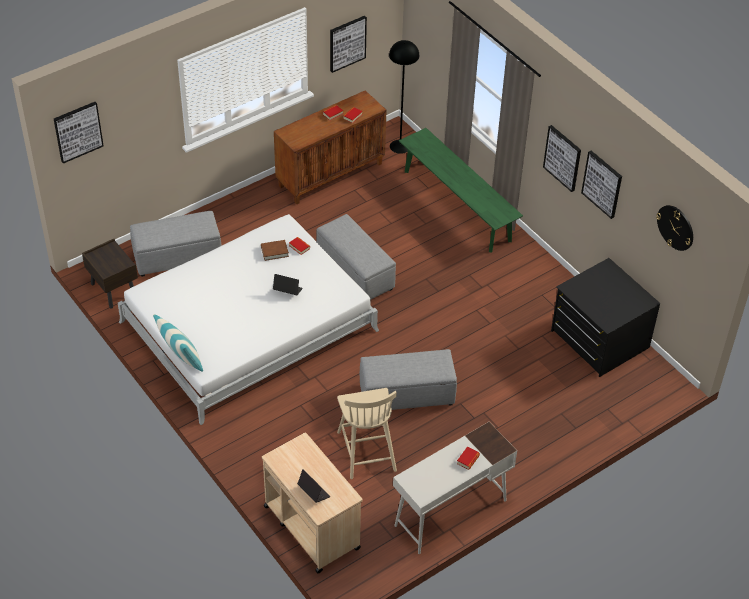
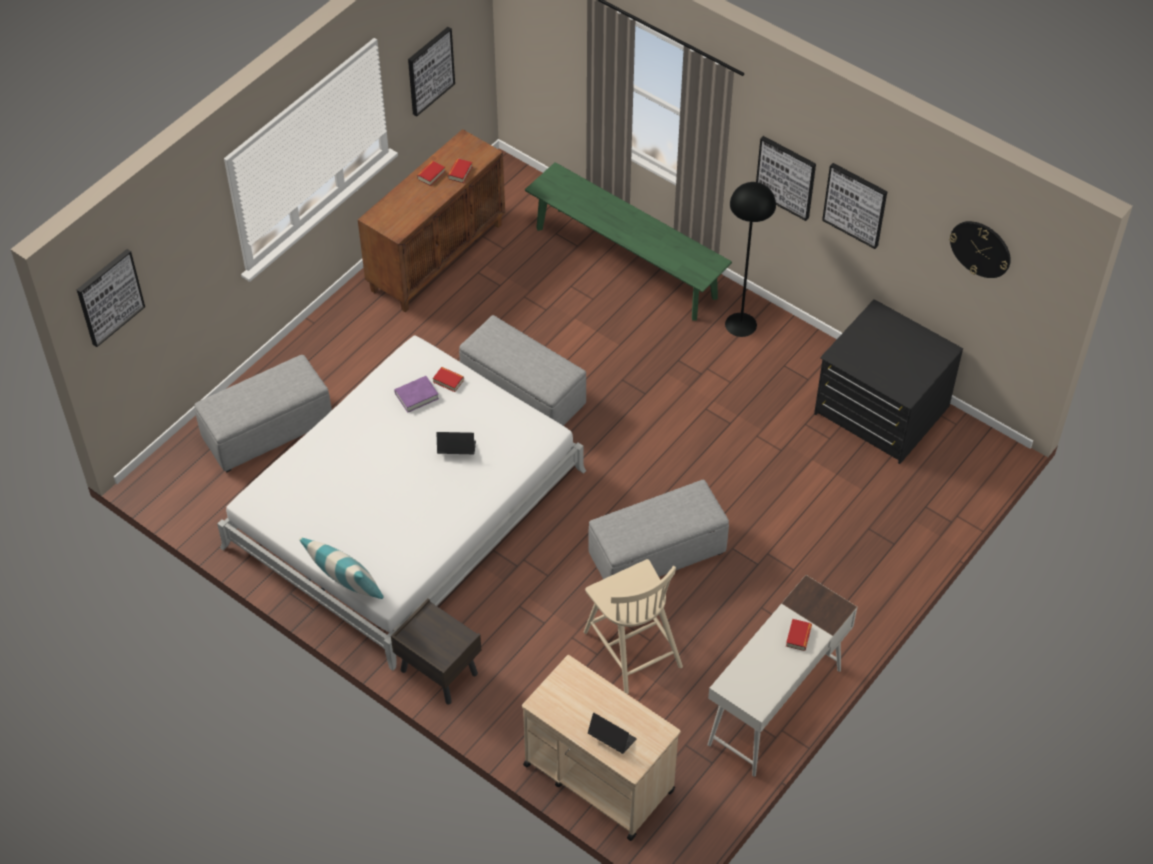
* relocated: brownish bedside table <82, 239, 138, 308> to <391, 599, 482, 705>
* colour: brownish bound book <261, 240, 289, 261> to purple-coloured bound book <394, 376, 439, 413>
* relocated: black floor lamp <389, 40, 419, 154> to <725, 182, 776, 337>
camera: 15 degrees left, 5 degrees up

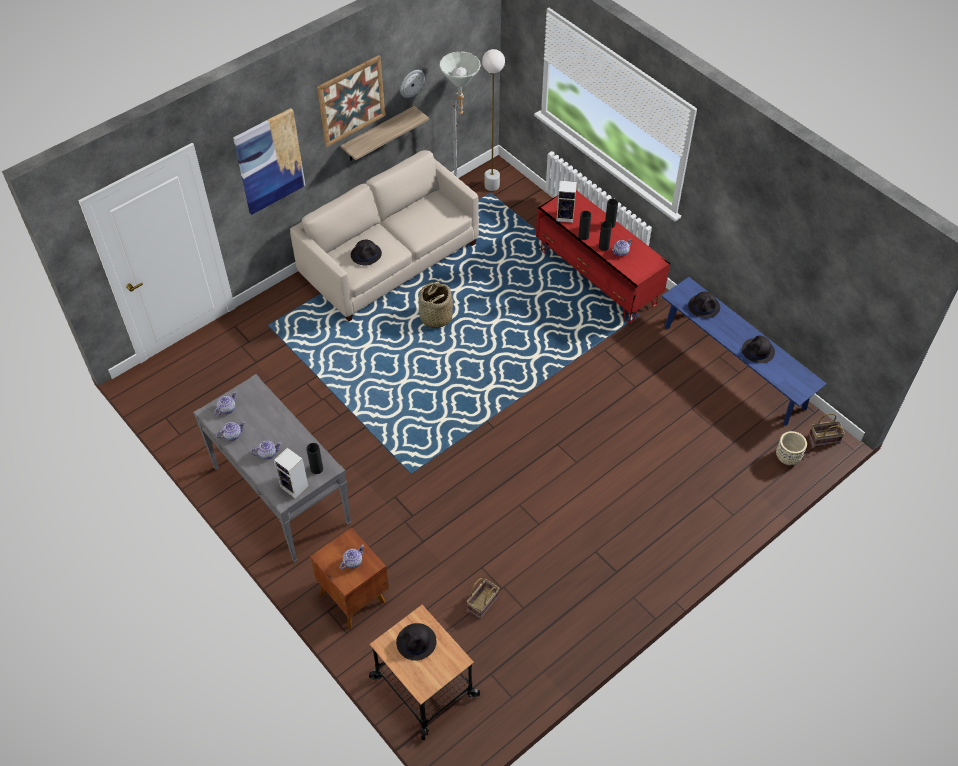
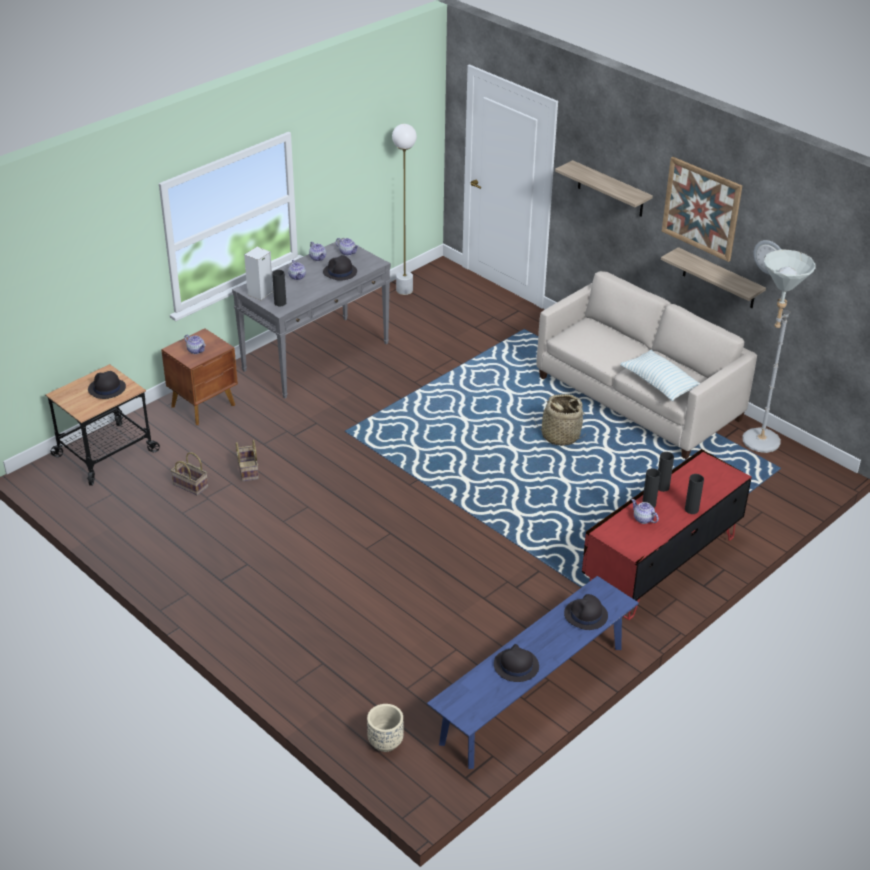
* exchanged: wall art <233, 108, 305, 215> to bracket shelf <555, 160, 653, 217>
* relocated: black wearable hat <351, 240, 382, 265> to <323, 255, 357, 281>
* relocated: white-coloured floor lamp <482, 49, 505, 191> to <392, 124, 417, 295>
* missing: loudspeaker <556, 181, 577, 223>
* relocated: basket <809, 413, 845, 446> to <236, 440, 259, 482>
* appeared: throw pillow <620, 350, 700, 401>
camera: 85 degrees right, 15 degrees down

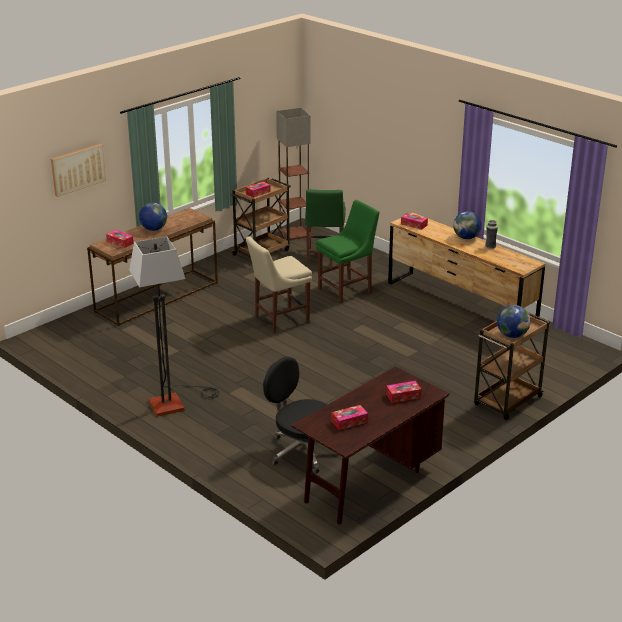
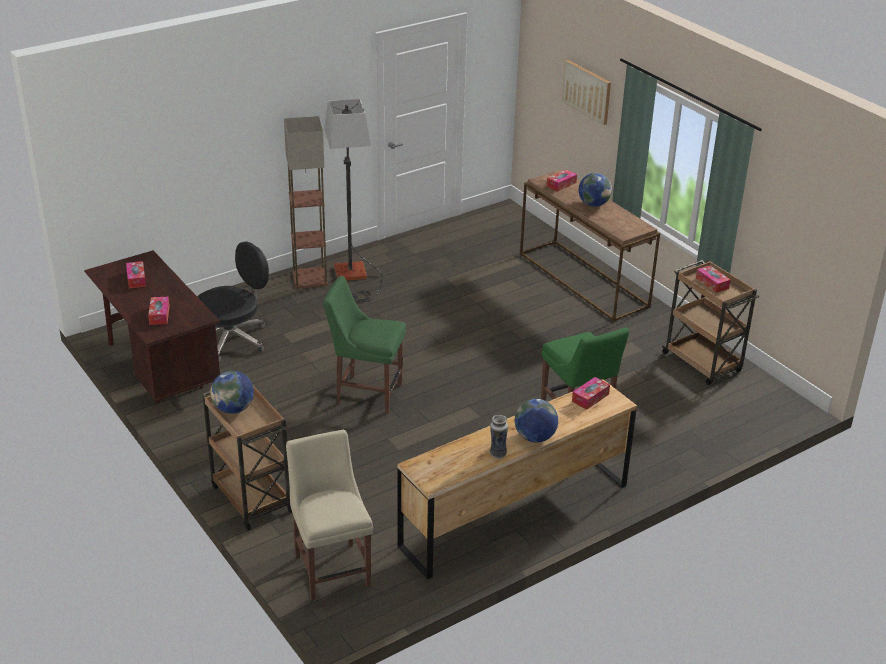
* relocated: sand-coloured upright chair <246, 236, 312, 333> to <286, 430, 374, 601>
* relocated: floor lamp <277, 108, 310, 240> to <284, 116, 328, 288>
* relocated: green upright chair <305, 189, 346, 265> to <323, 276, 406, 414>
camera: 100 degrees right, 5 degrees up

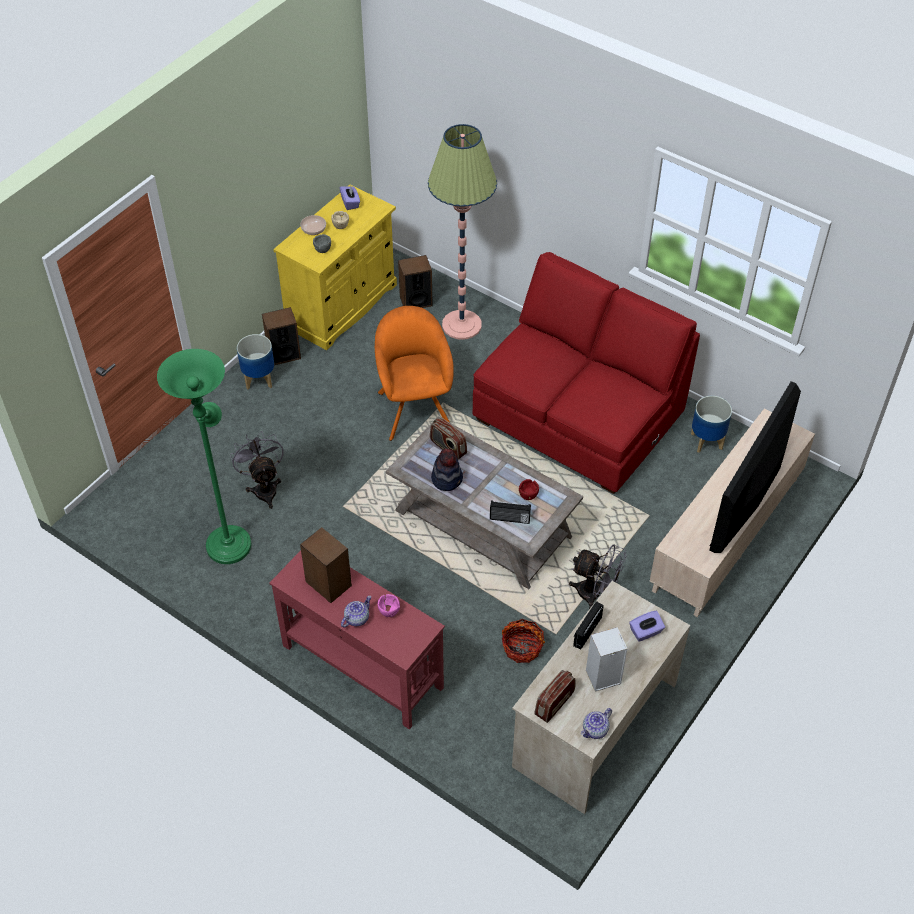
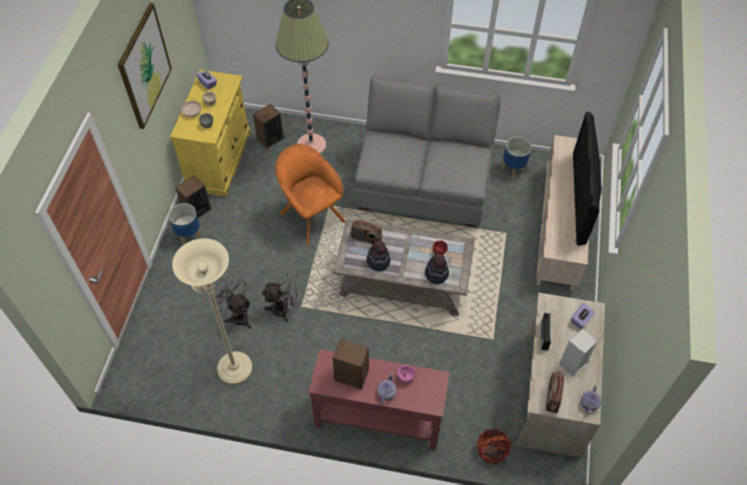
* colour: green floor lamp <157, 349, 251, 564> to sand-coloured floor lamp <172, 238, 253, 385>
* colour: red-coloured settee <473, 252, 700, 494> to greyish settee <355, 74, 501, 227>
* exchanged: radio receiver <490, 500, 531, 524> to wearable hat <425, 253, 449, 284>
* relocated: basket <502, 619, 545, 663> to <477, 429, 512, 464>
* relocated: greyish cooling fan <569, 544, 627, 608> to <262, 273, 298, 322>
* appeared: wall art <118, 3, 172, 129>
camera: 25 degrees left, 5 degrees up

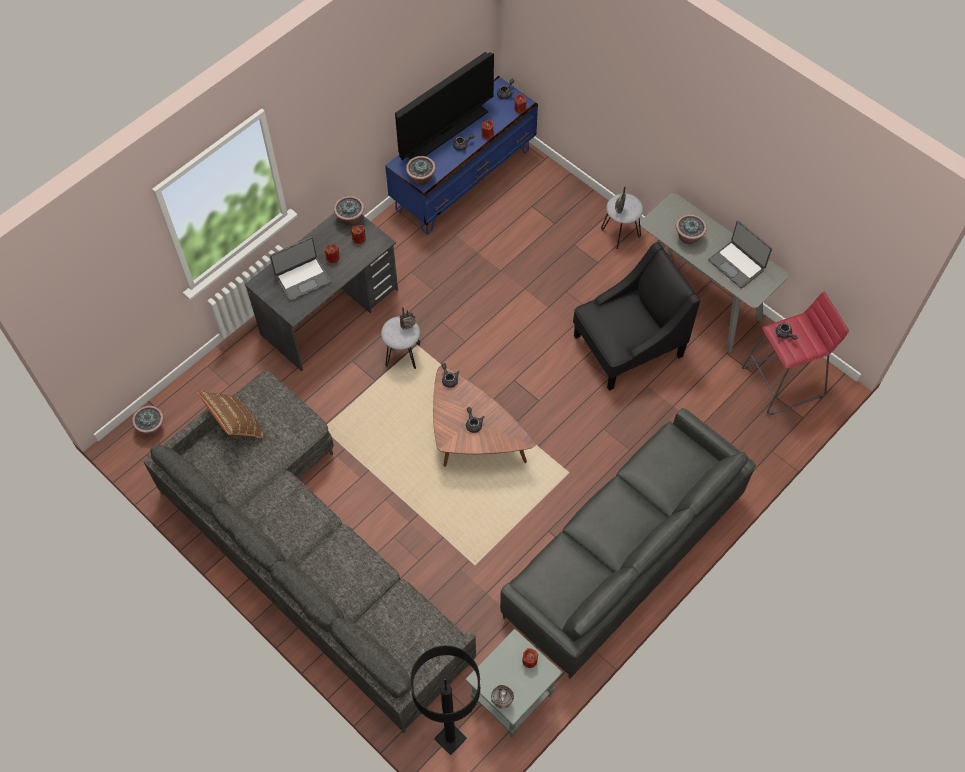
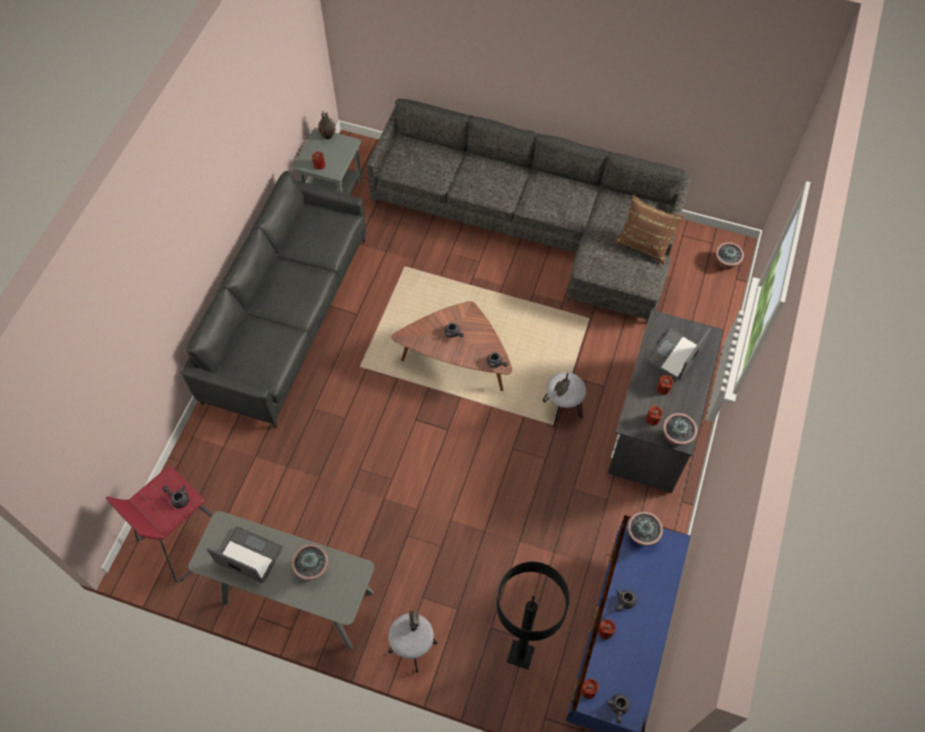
* missing: TV set <395, 52, 494, 161>
* relocated: black floor lamp <410, 645, 480, 755> to <497, 562, 570, 670>
* missing: black lounge chair <573, 242, 700, 391>
camera: 155 degrees right, 0 degrees up

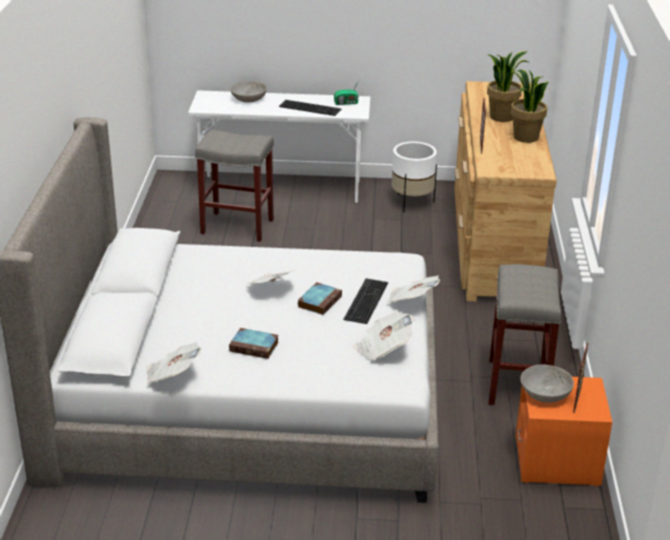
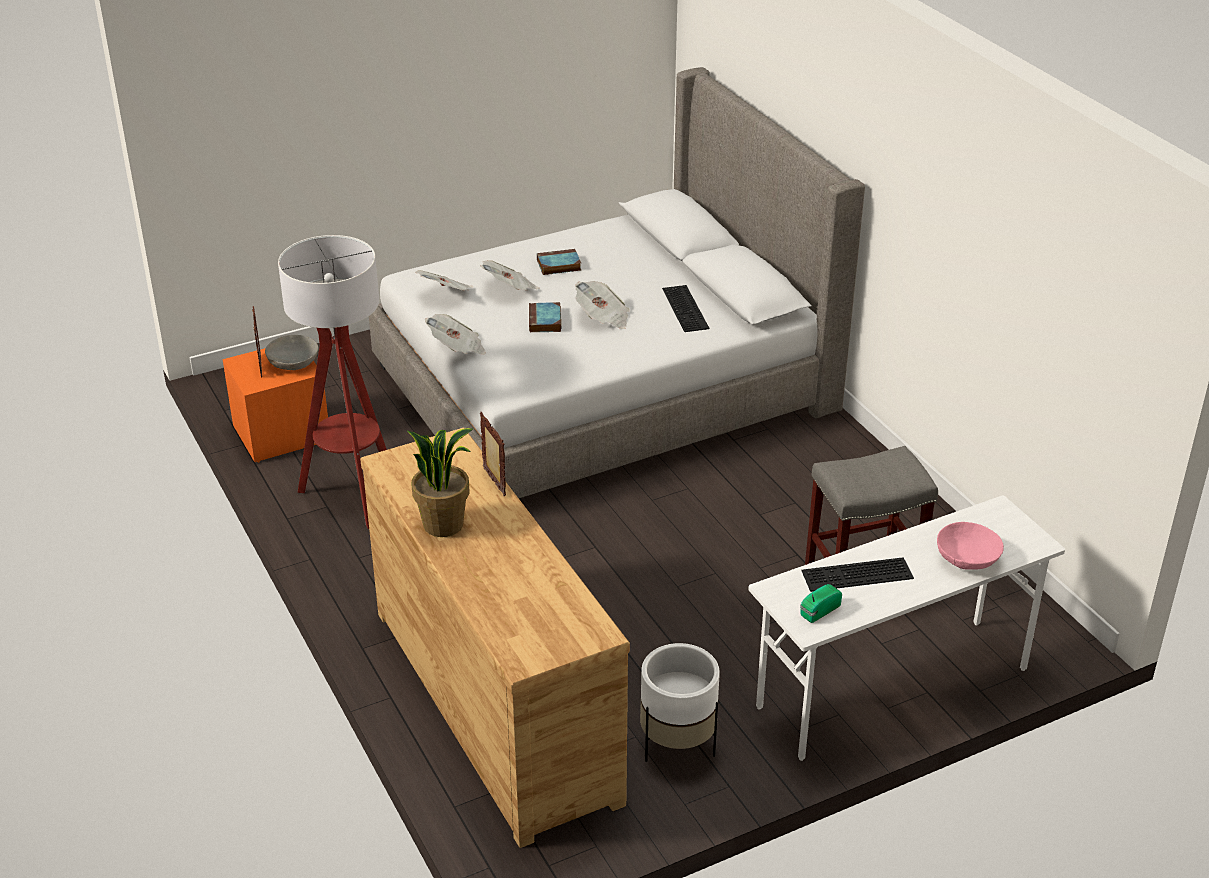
* relocated: printed paper <146, 342, 201, 384> to <480, 260, 539, 291>
* colour: greyish deep dish <230, 81, 267, 103> to pink deep dish <937, 522, 1004, 570>
* relocated: keyboard <343, 278, 388, 324> to <662, 285, 709, 332>
* missing: potted plant <487, 51, 528, 122>
* exchanged: greyish stool <488, 264, 561, 405> to floor lamp <278, 235, 387, 529>
camera: 150 degrees right, 5 degrees up

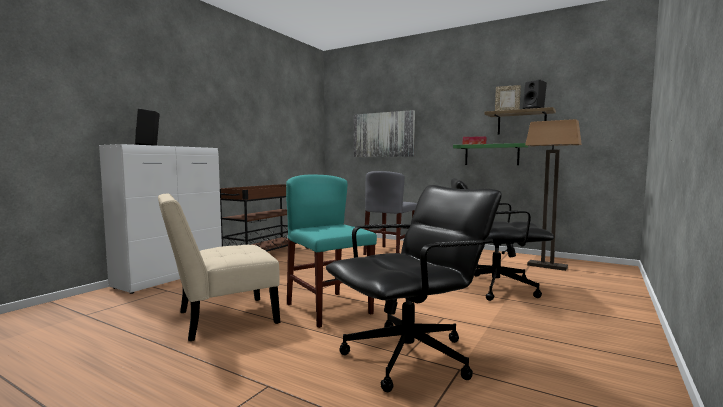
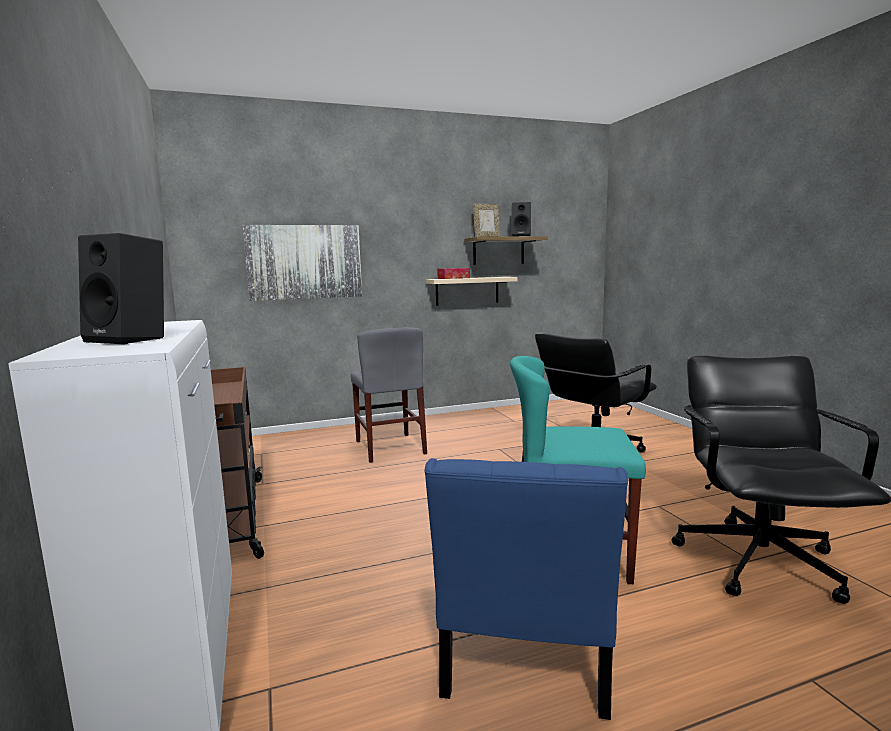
* colour: sand-coloured upright chair <158, 194, 280, 341> to blue-coloured upright chair <424, 458, 628, 720>
* colour: green bracket shelf <453, 143, 528, 165> to sand-coloured bracket shelf <426, 277, 518, 305>
* missing: floor lamp <525, 119, 582, 271>
camera: 50 degrees left, 5 degrees up

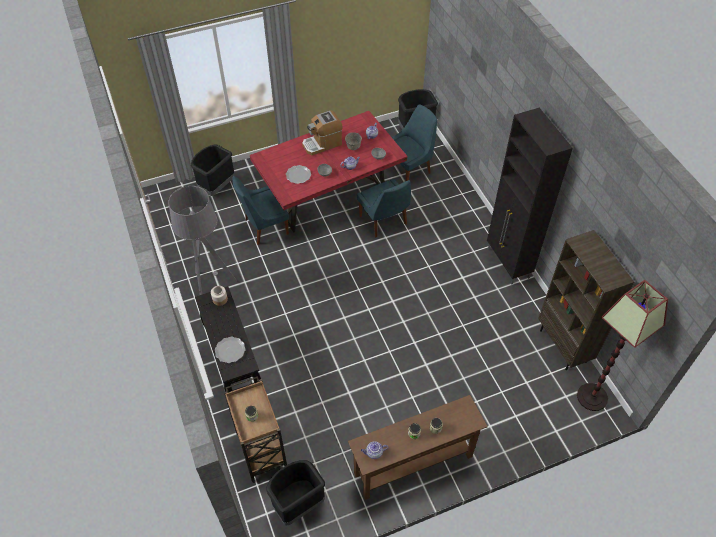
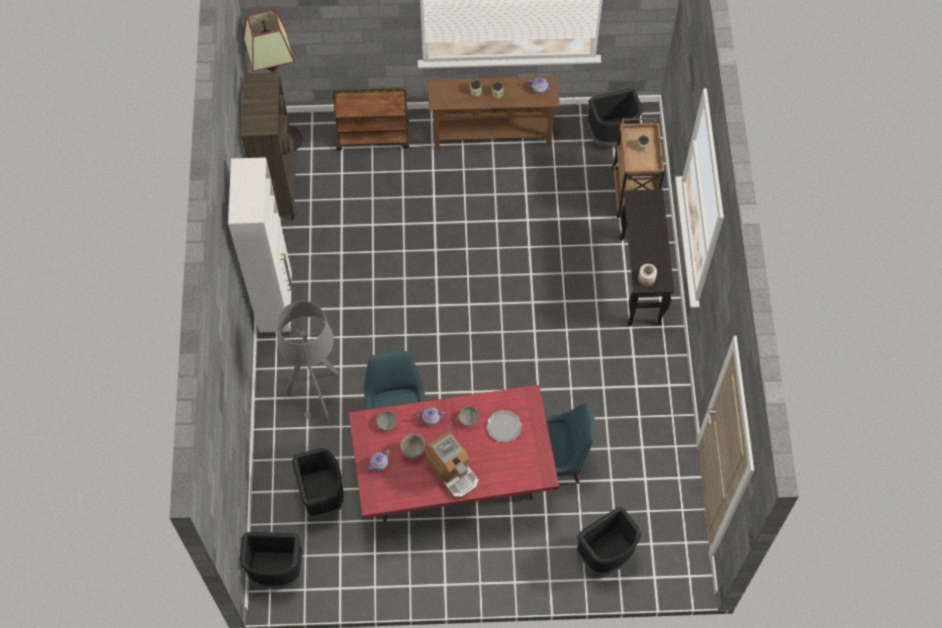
* relocated: greyish floor lamp <168, 186, 237, 295> to <277, 301, 339, 424>
* missing: dinner plate <215, 337, 246, 363>
* spun: coffee machine <302, 111, 343, 155> = <425, 430, 479, 499> 60 degrees clockwise
* exchanged: blue-coloured upright chair <392, 104, 437, 181> to black waste bin <292, 448, 344, 519>
* colour: black storage cabinet <487, 108, 573, 285> to white-coloured storage cabinet <228, 157, 292, 337>
* appeared: brownish cart <333, 88, 409, 151>
camera: 160 degrees left, 10 degrees up

